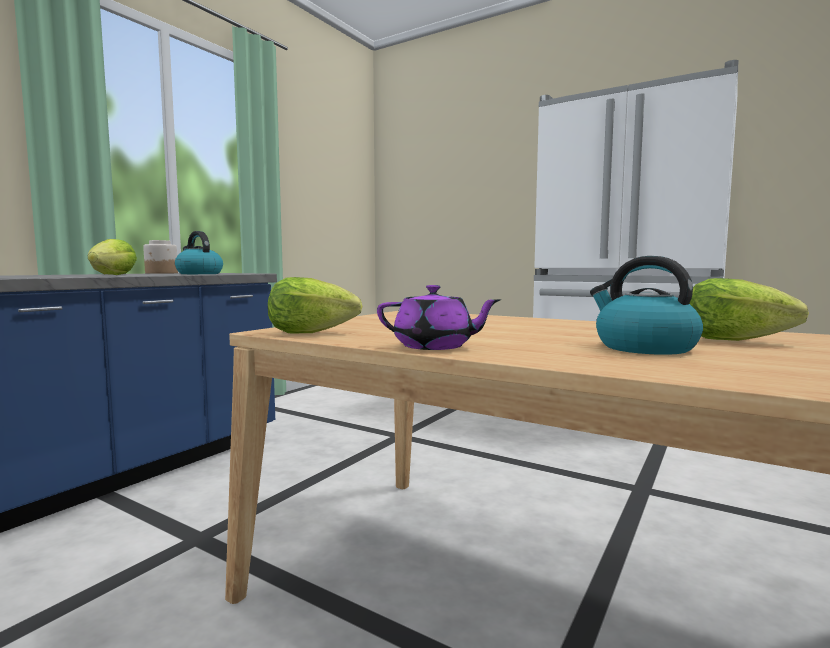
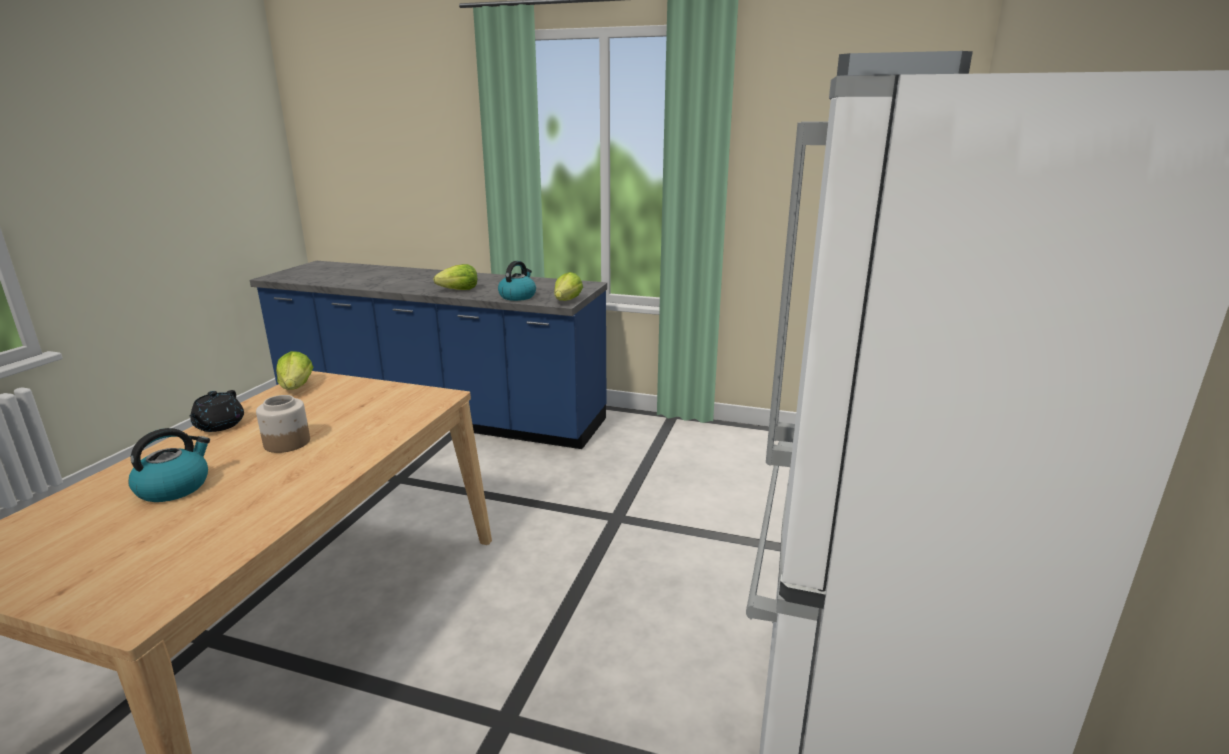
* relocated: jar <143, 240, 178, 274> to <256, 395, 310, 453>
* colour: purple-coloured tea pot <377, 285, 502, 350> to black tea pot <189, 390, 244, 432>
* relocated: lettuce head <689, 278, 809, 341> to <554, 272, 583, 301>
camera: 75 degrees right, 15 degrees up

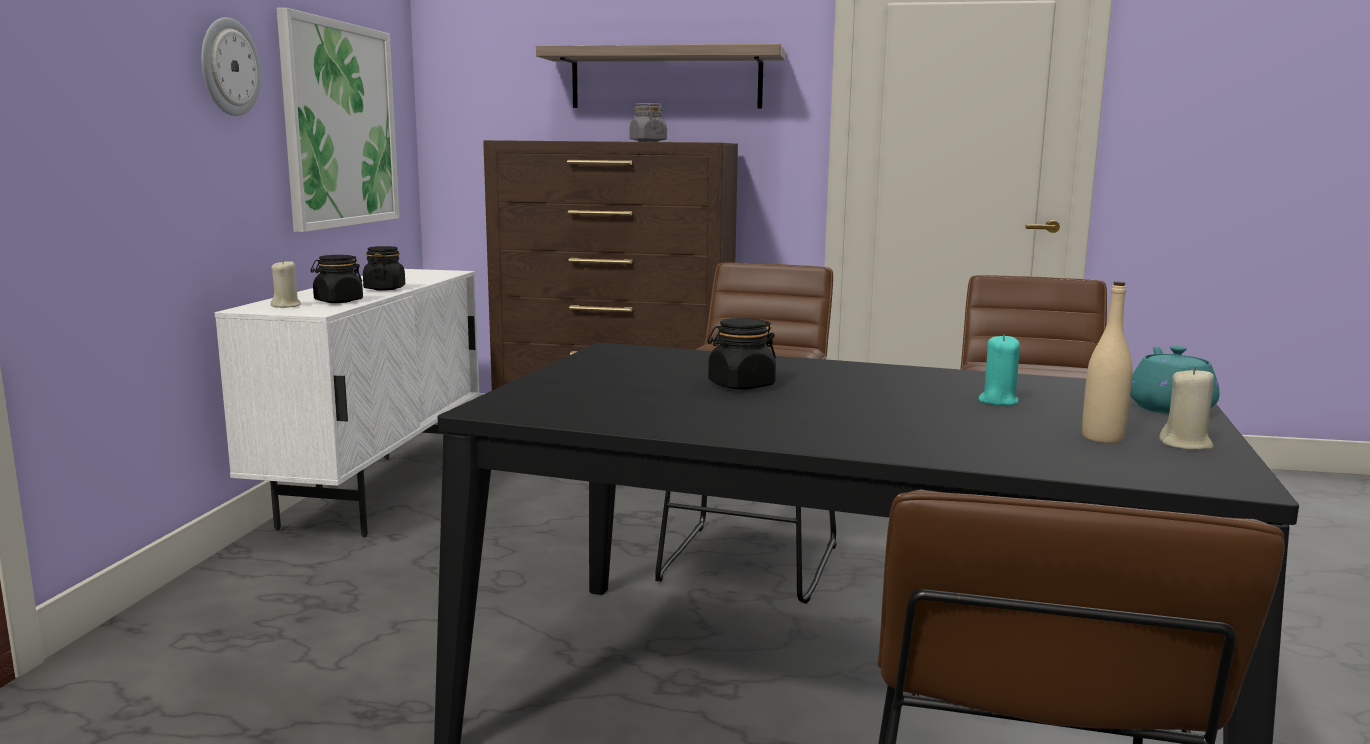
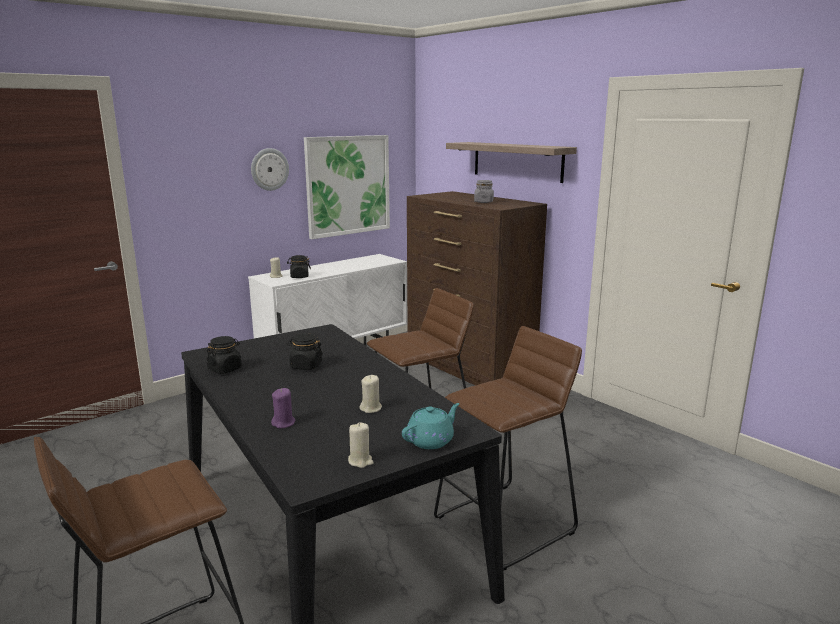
* relocated: black jar <363, 246, 405, 291> to <207, 336, 242, 374>
* colour: turquoise-coloured wax light <978, 334, 1020, 406> to sand-coloured wax light <360, 375, 382, 413>
* missing: sand-coloured bottle <1082, 282, 1133, 443>
* appeared: purple-coloured wax light <271, 388, 295, 428>
camera: 40 degrees right, 5 degrees up

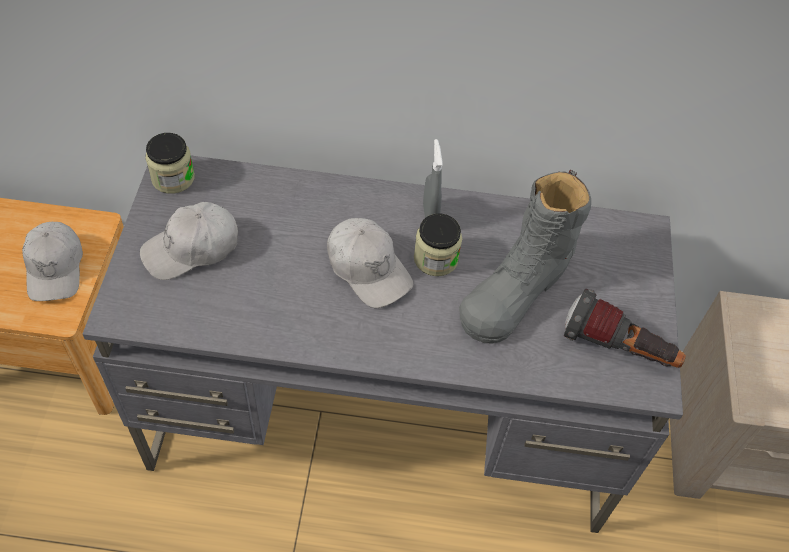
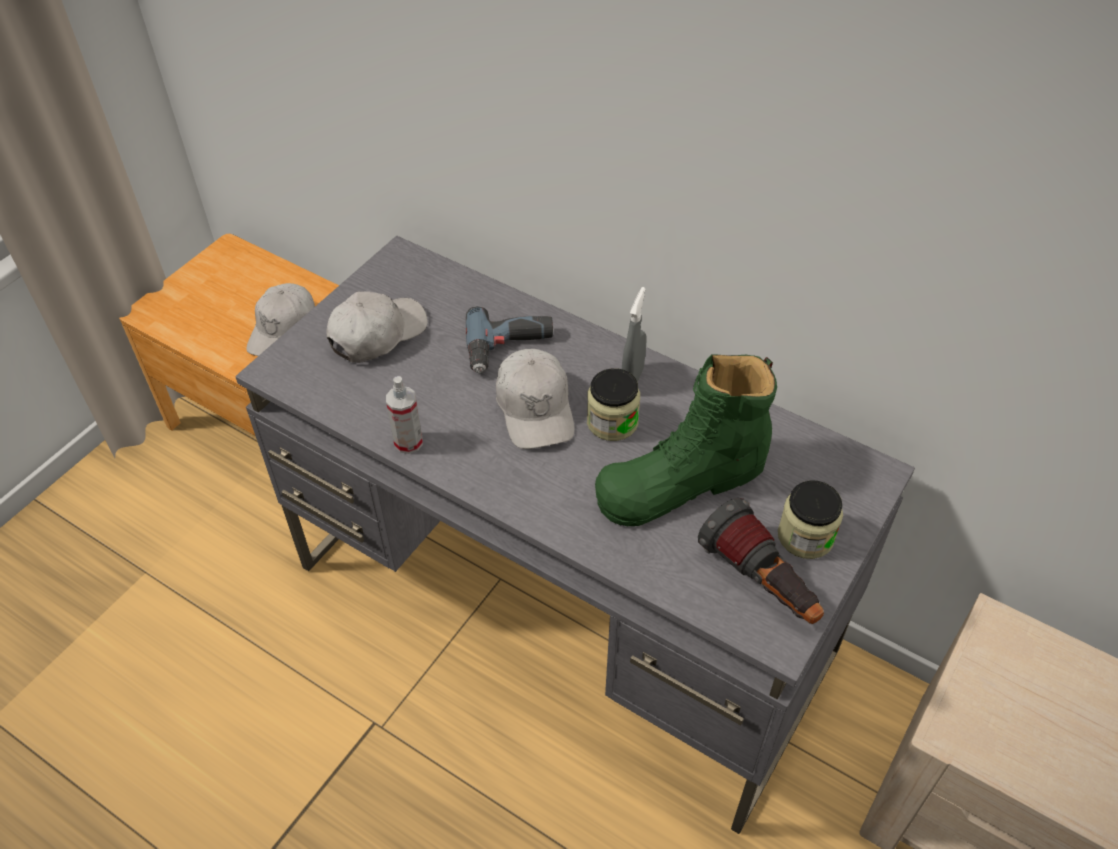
* spun: white-coloured cap <140, 202, 238, 280> = <326, 291, 428, 363> 135 degrees clockwise
* relocated: jar <145, 133, 195, 194> to <778, 480, 843, 559>
* colour: greyish boot <459, 170, 591, 344> to green boot <595, 354, 777, 526>
* appeared: spray bottle <386, 376, 423, 454>
* appeared: power drill <466, 306, 553, 373>
camera: 30 degrees right, 5 degrees down

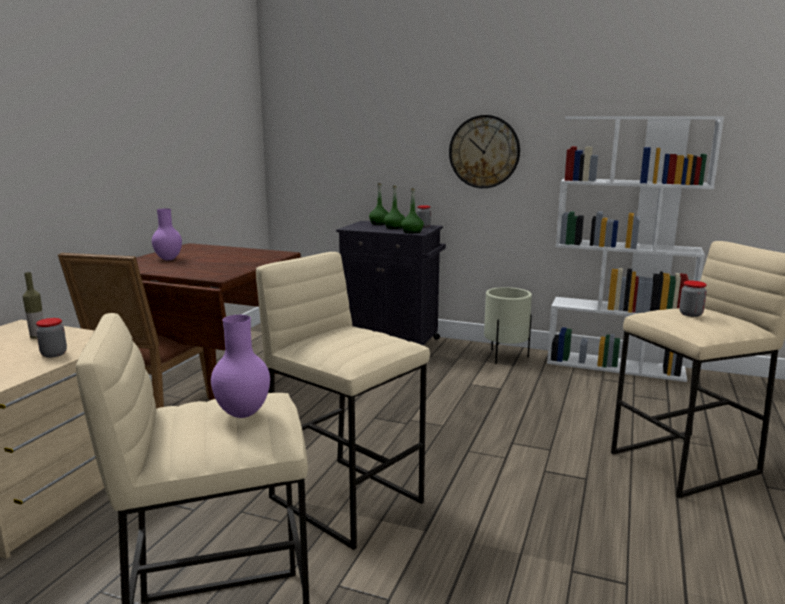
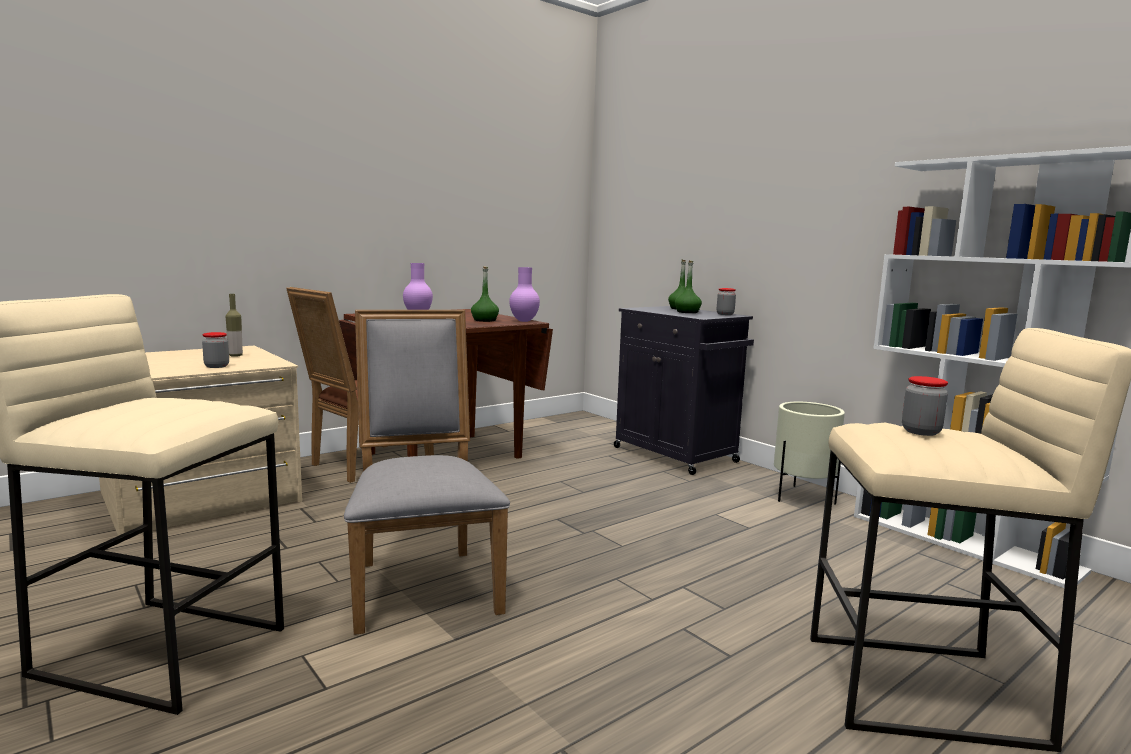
* relocated: purple-coloured flower vase <211, 315, 270, 418> to <509, 267, 540, 322>
* exchanged: sand-coloured stool <256, 252, 430, 550> to greyish upright chair <344, 310, 510, 635>
* relocated: green bottle <401, 188, 424, 233> to <471, 266, 499, 322>
* missing: wall clock <449, 115, 520, 188>
camera: 30 degrees right, 5 degrees down

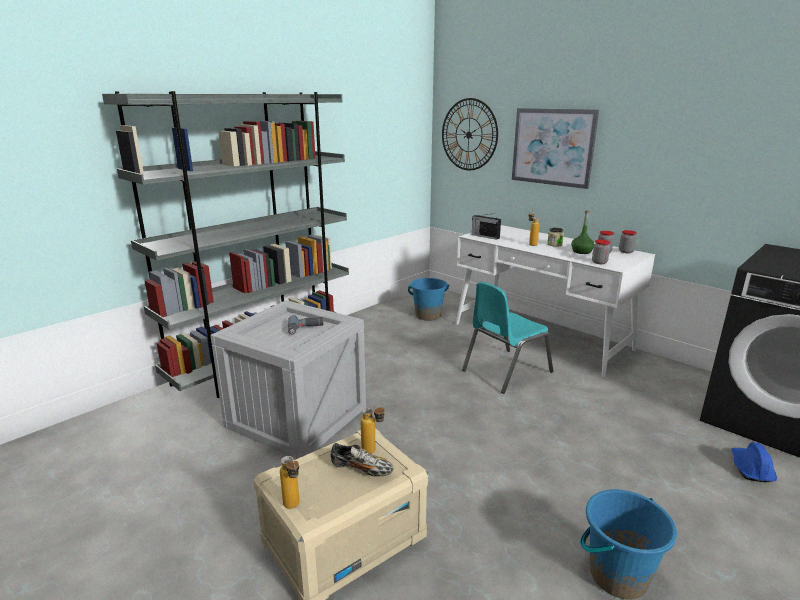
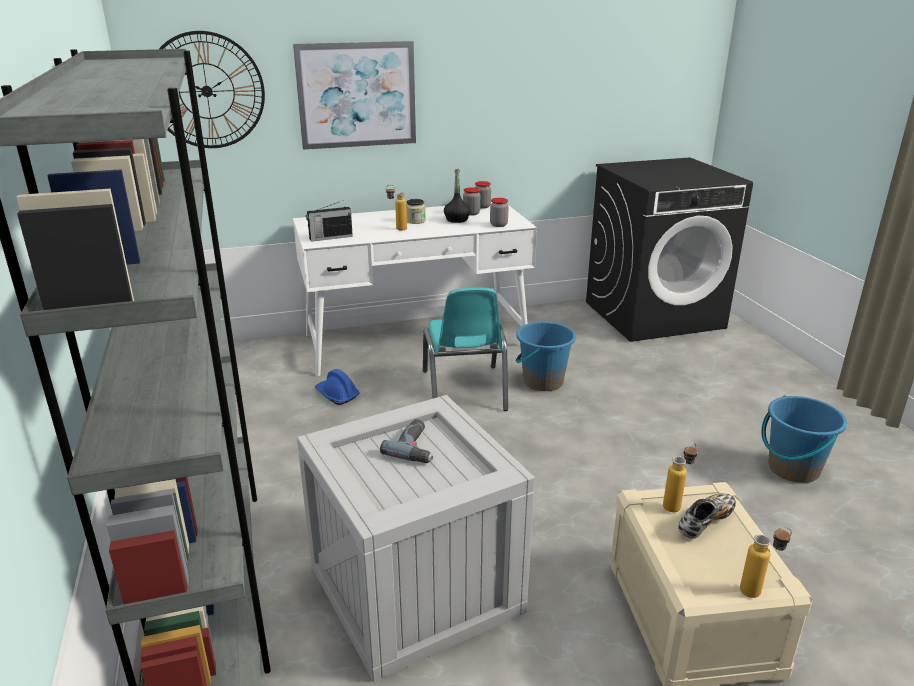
* relocated: blue-coloured bucket <408, 278, 450, 321> to <516, 322, 576, 391>
* colour: green bottle <571, 211, 594, 254> to black bottle <444, 169, 471, 223>
* relocated: blue-coloured safety helmet <731, 442, 777, 482> to <315, 369, 360, 405>
camera: 60 degrees left, 5 degrees up

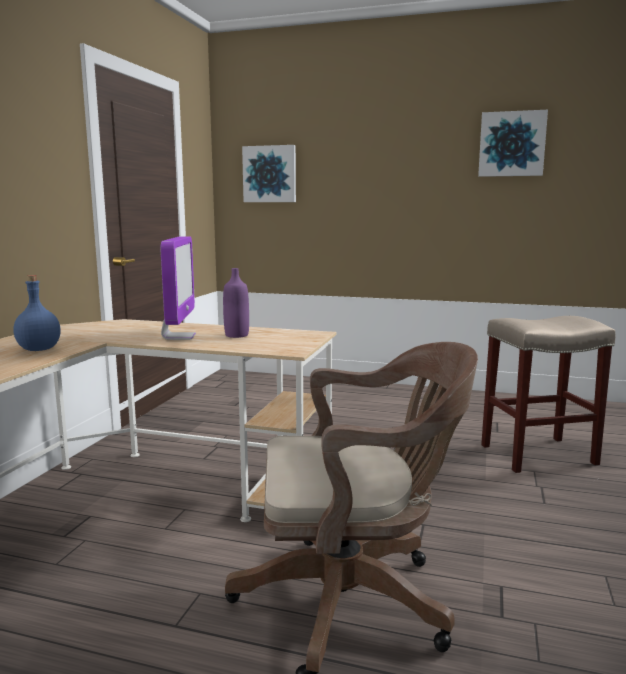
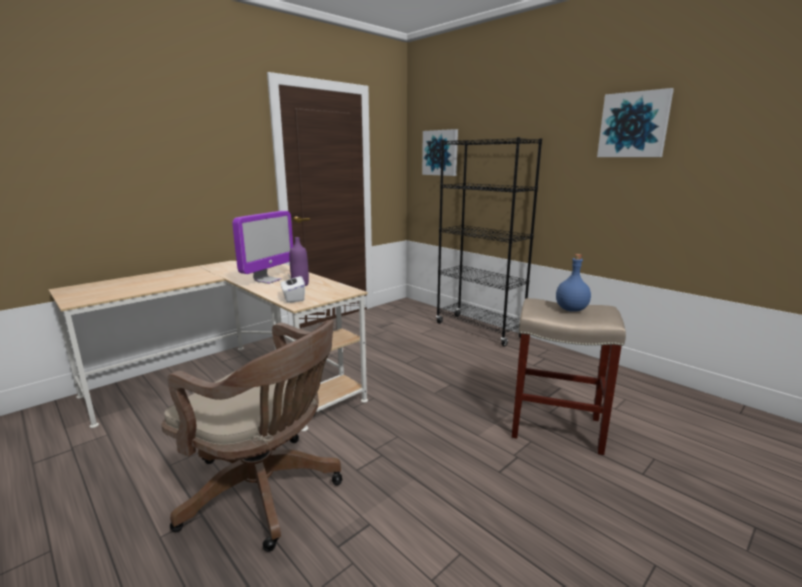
* relocated: blue-coloured bottle <13, 275, 60, 351> to <556, 254, 591, 312>
* appeared: white-coloured box of tissues <280, 273, 305, 303>
* appeared: black bookshelf <436, 137, 542, 347>
camera: 30 degrees right, 5 degrees up

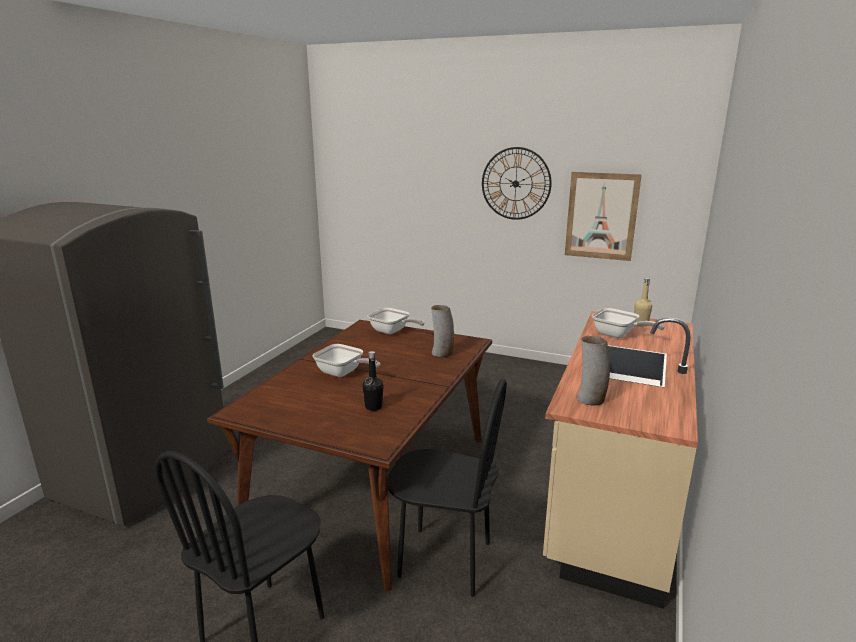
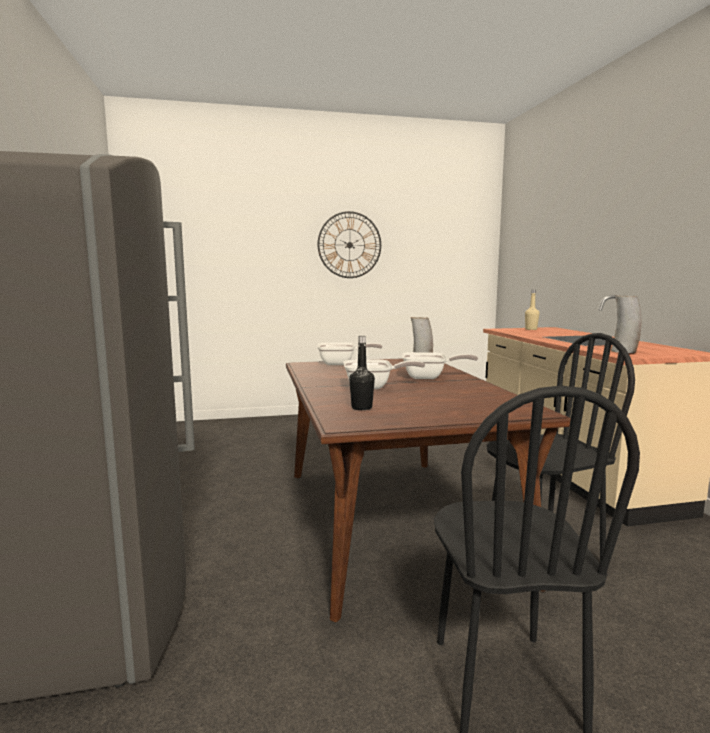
* relocated: black bottle <362, 351, 384, 411> to <349, 336, 375, 410>
* missing: wall art <565, 172, 642, 261>
* relocated: pan <592, 308, 665, 338> to <402, 352, 478, 379>
camera: 35 degrees left, 10 degrees down

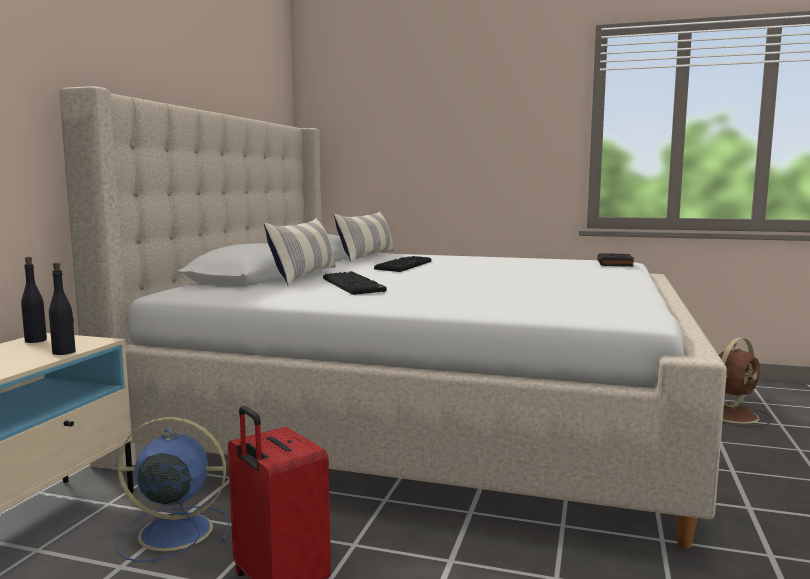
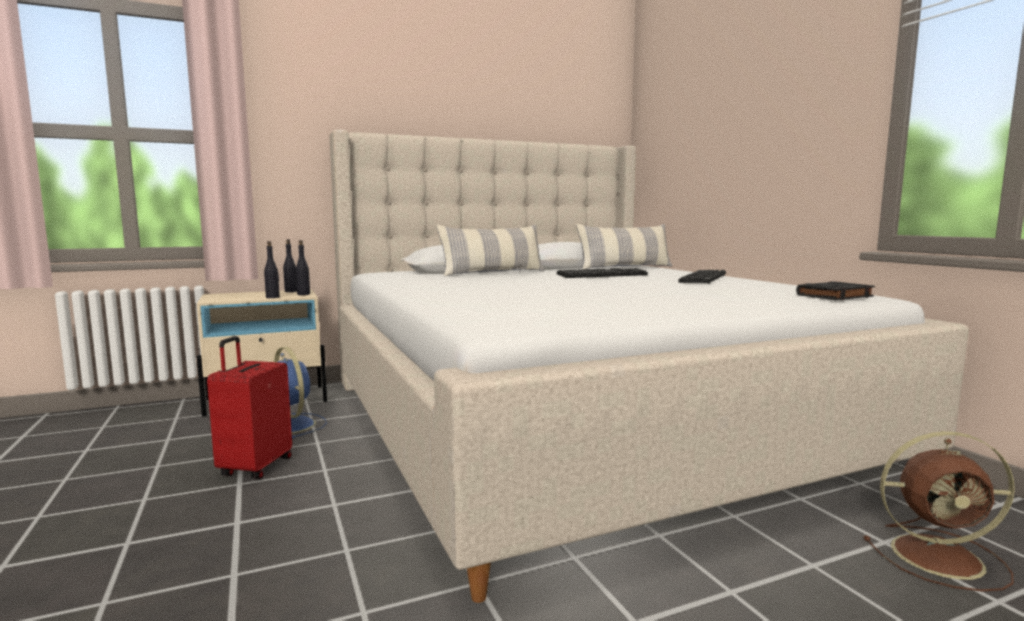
* relocated: keyboard <323, 271, 387, 295> to <678, 270, 726, 284>
* appeared: black bottle <296, 240, 310, 295>
camera: 50 degrees right, 0 degrees up

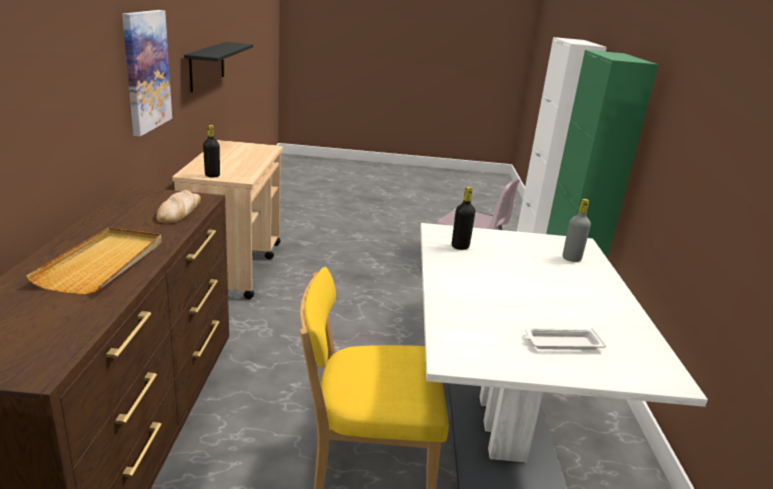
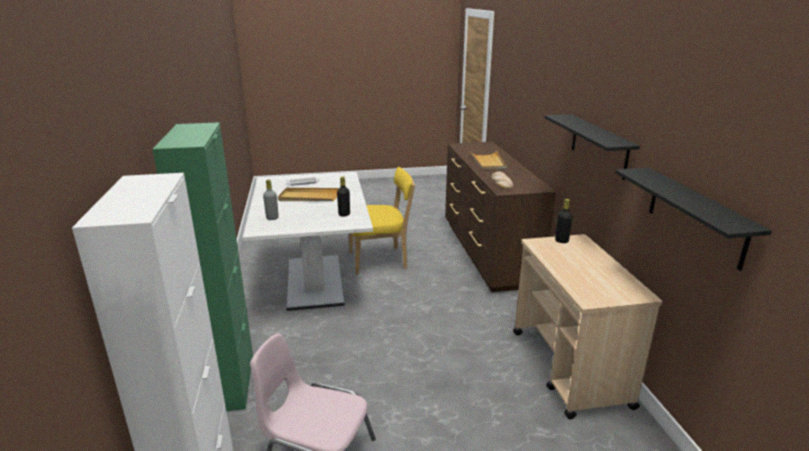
* exchanged: wall art <122, 10, 172, 136> to black bracket shelf <544, 114, 640, 180>
* appeared: sand-coloured tray <278, 188, 339, 201>
camera: 170 degrees right, 0 degrees up

